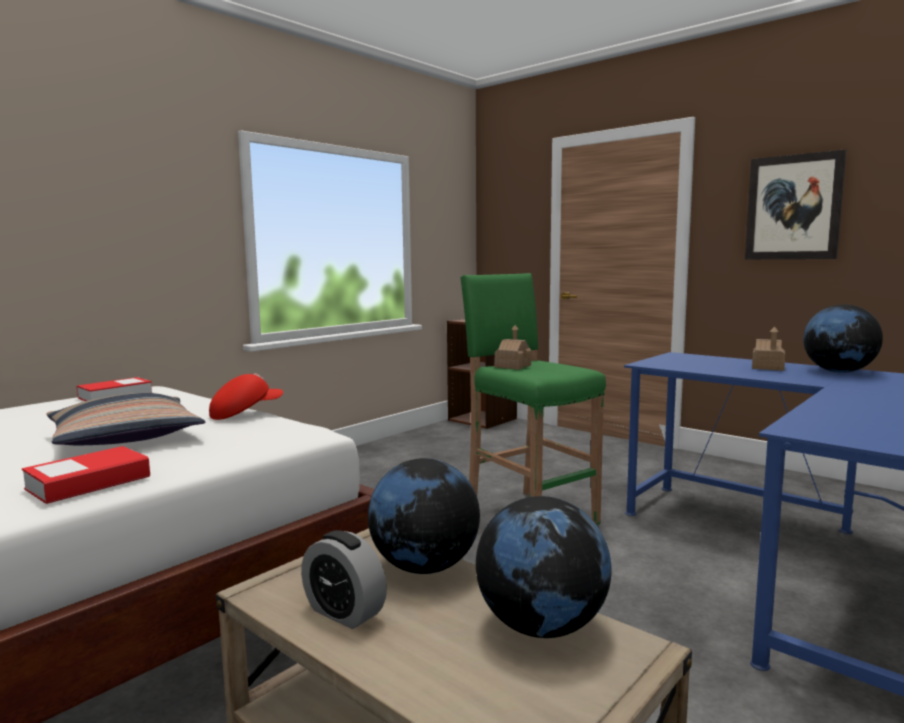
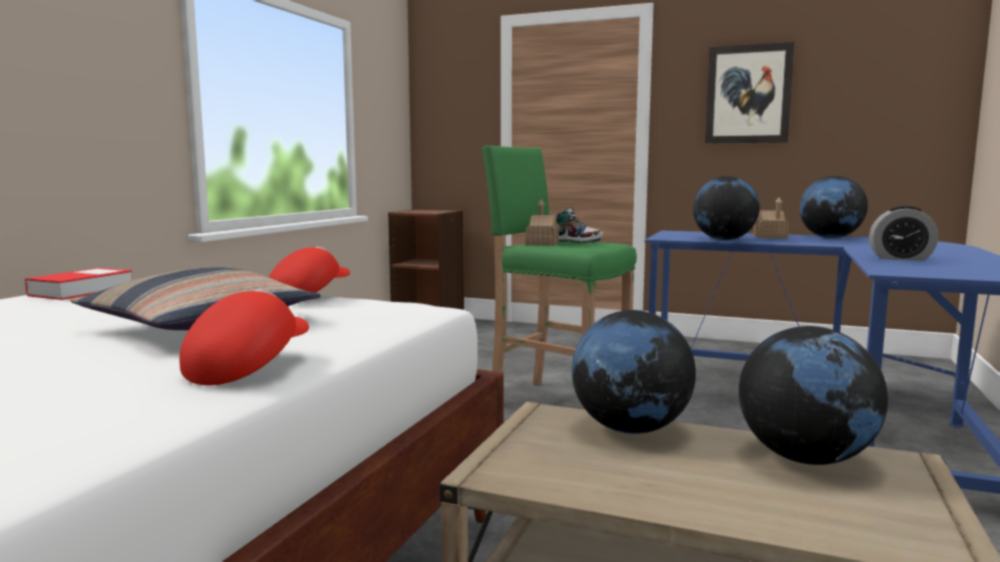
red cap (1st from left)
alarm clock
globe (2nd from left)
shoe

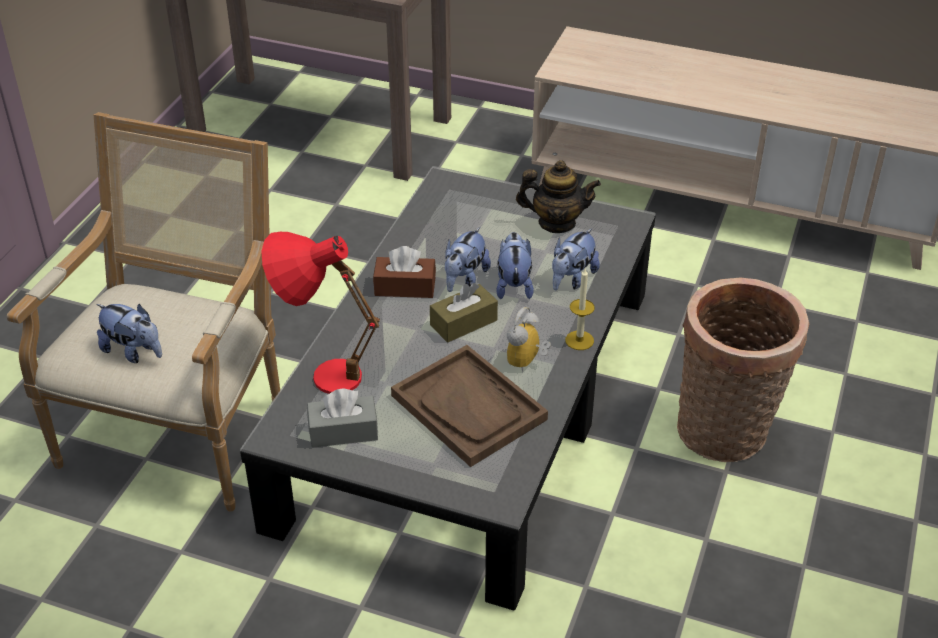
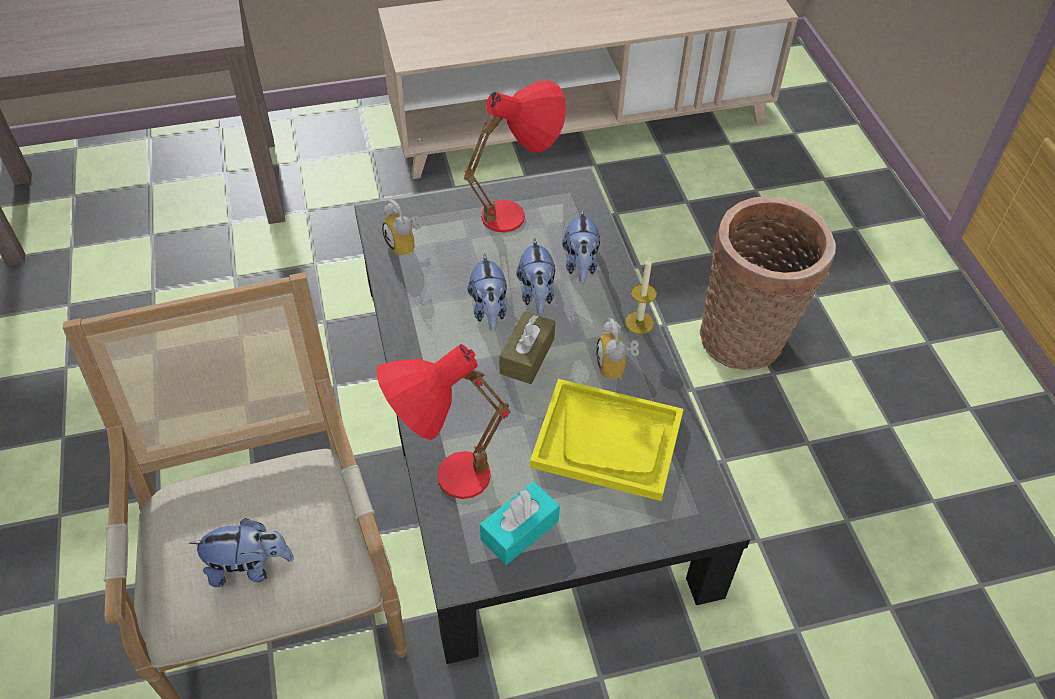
red table lamp (2nd from left)
plush toy (3rd from left)
brown tissue box (1st from left in the first image)
yellow tray
turquoise tissue box
alarm clock (1st from left)

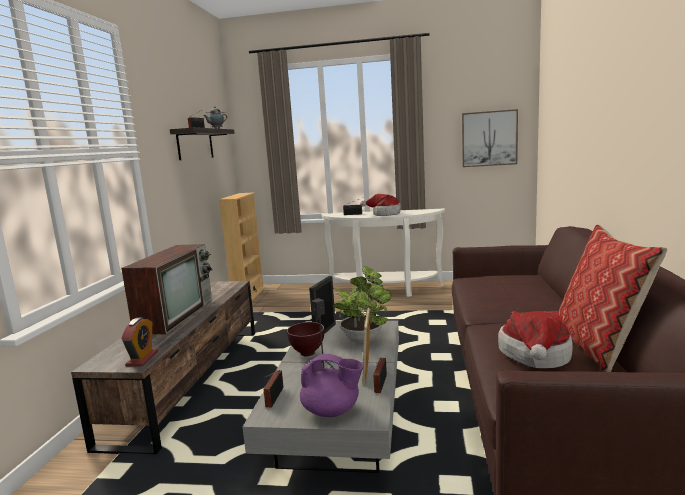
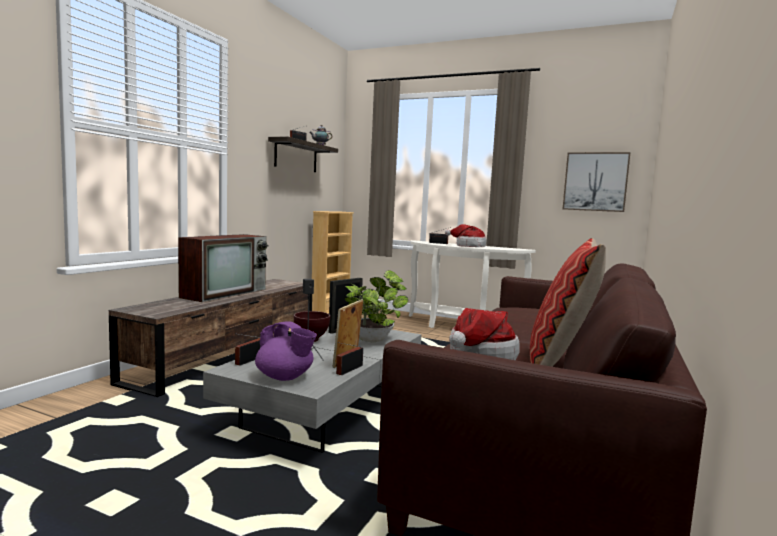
alarm clock

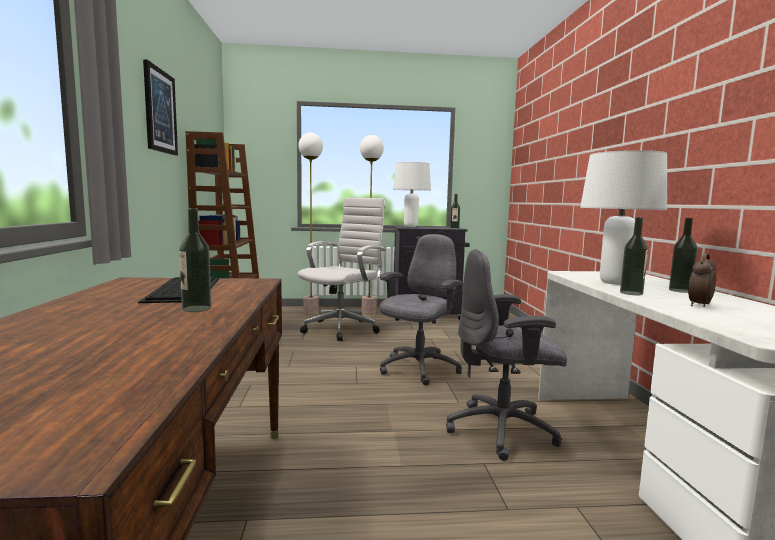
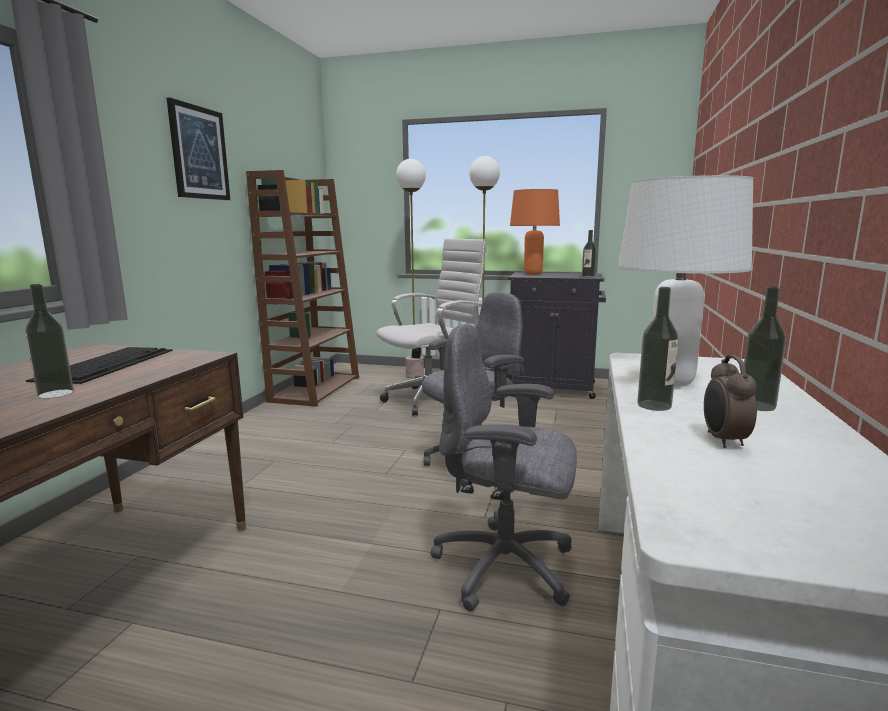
orange table lamp
alarm clock

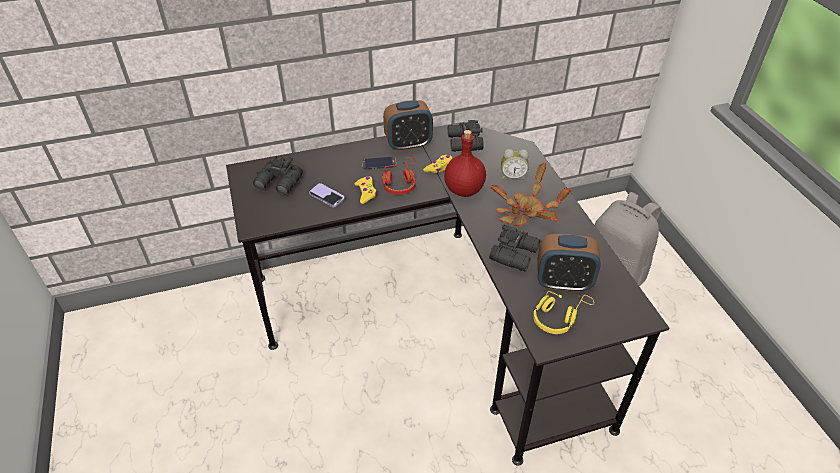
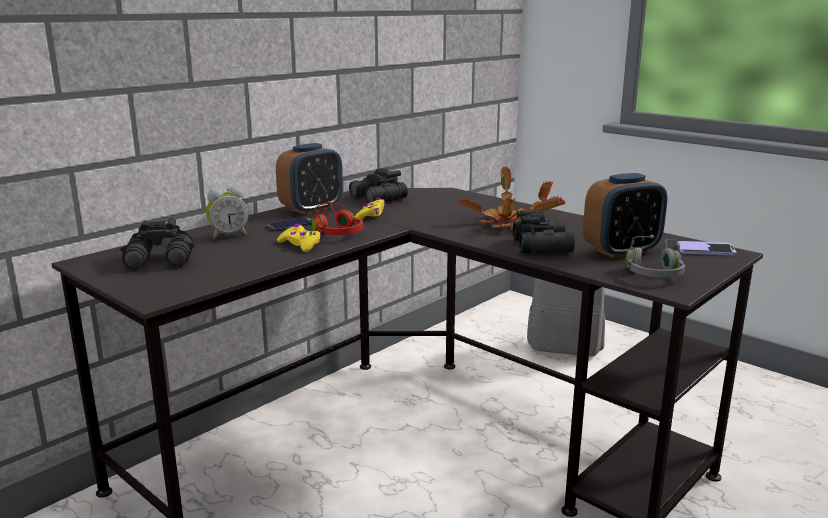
red bottle
alarm clock (1st from left)
phone (2nd from left)
grey headphones

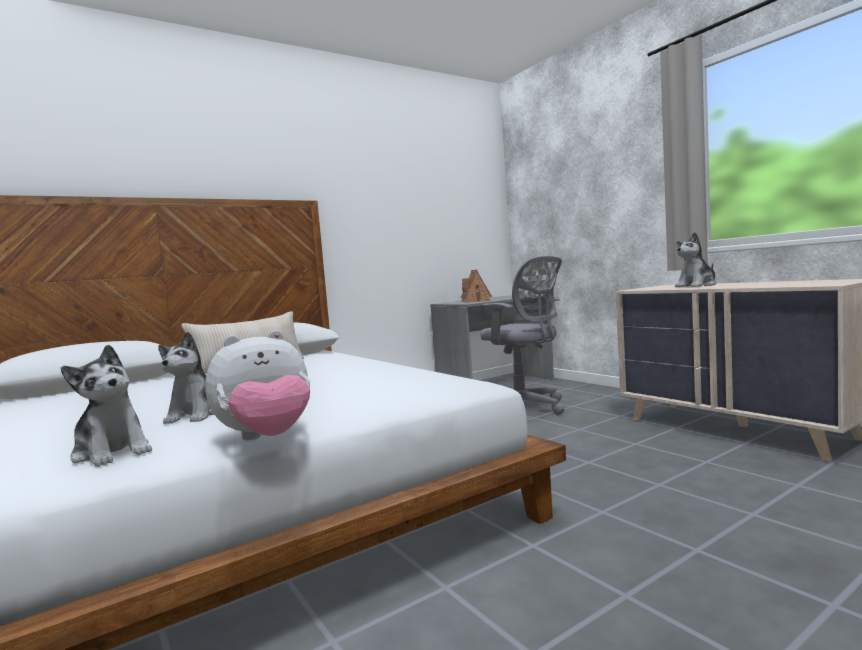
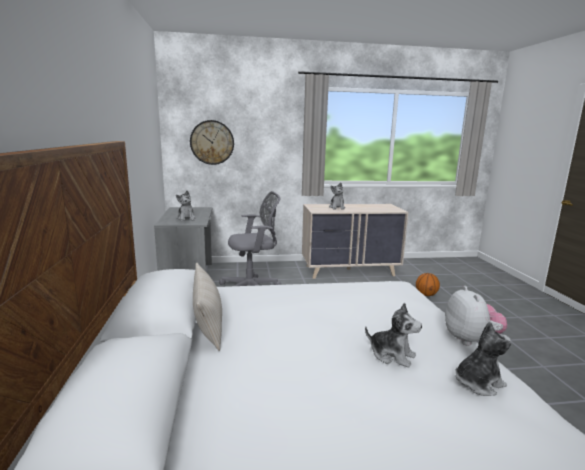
plush toy (1st from left)
wall clock
basketball

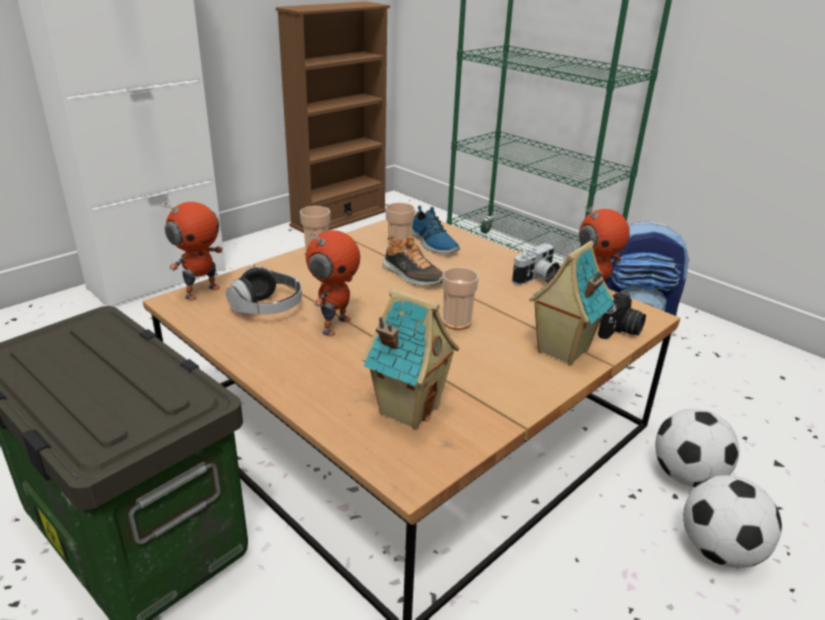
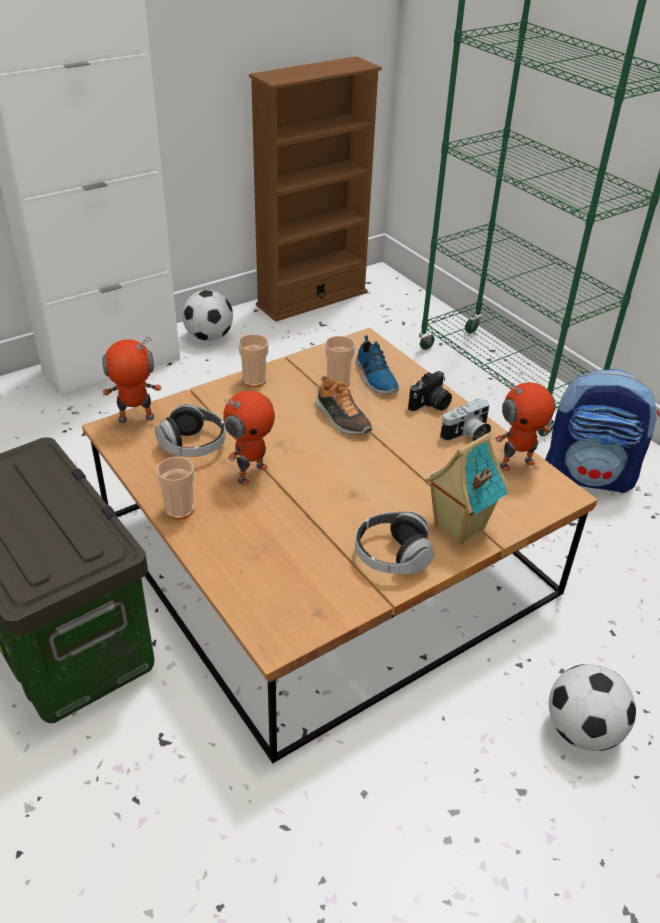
toy robot (1st from left)
cup (1st from left)
toy house (1st from left in the first image)
photo camera (1st from left)
football (1st from left)
headphones (2nd from left)

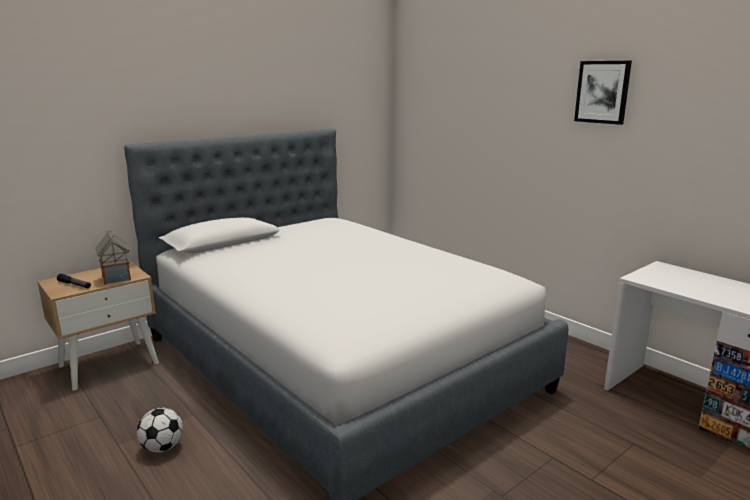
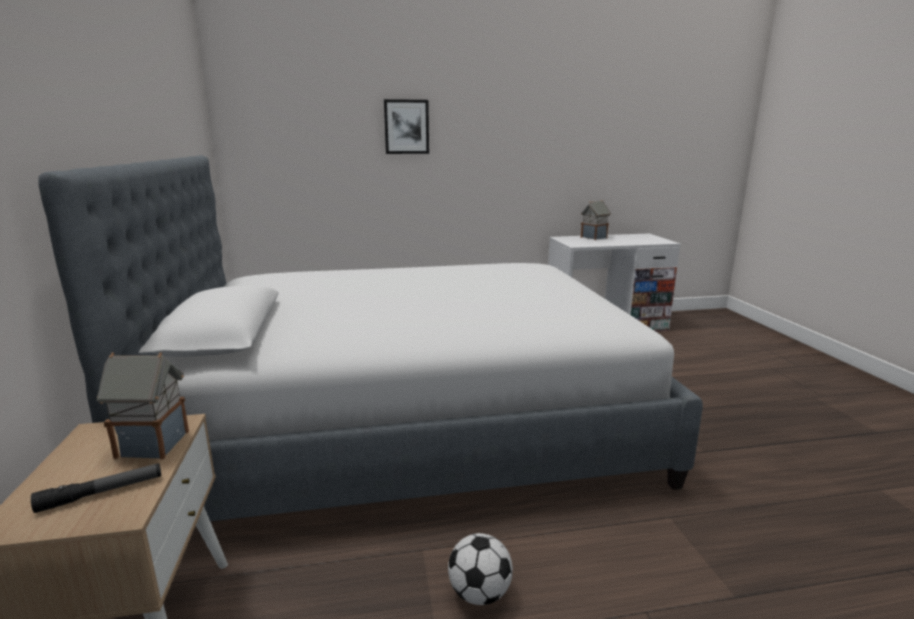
picture
toy house (2nd from left)

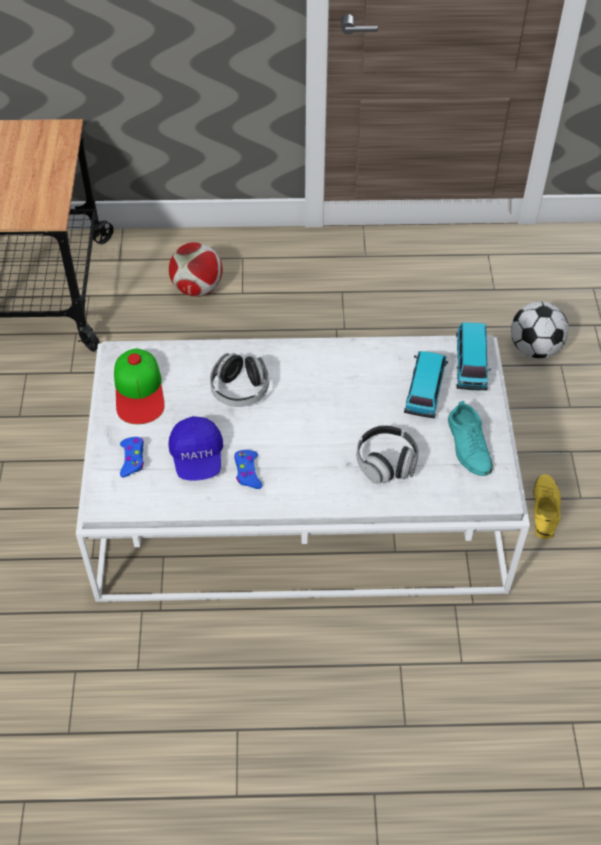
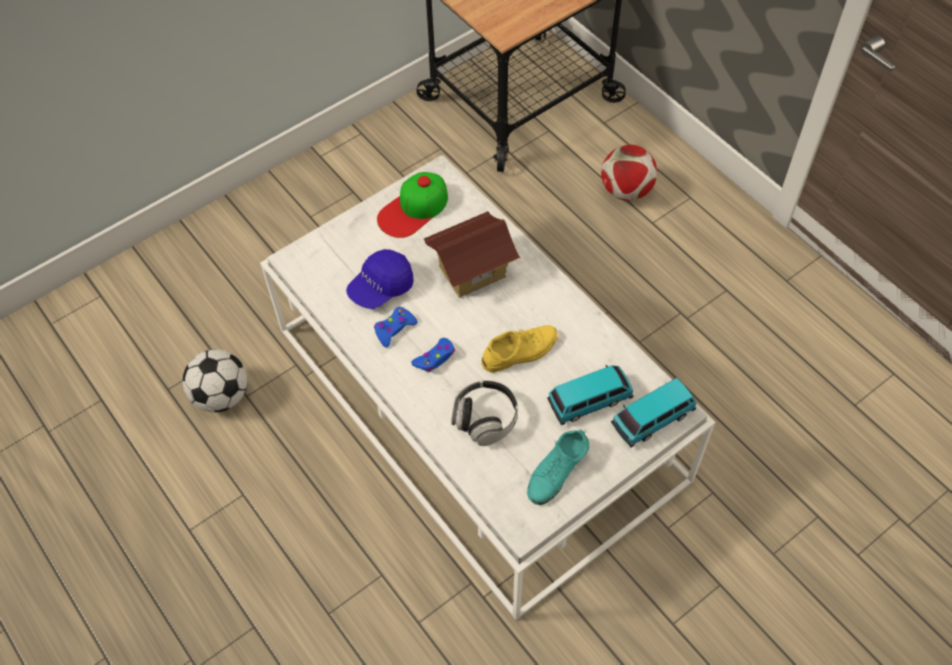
football (1st from left)
toy house
blue game controller (2nd from left)
yellow shoe

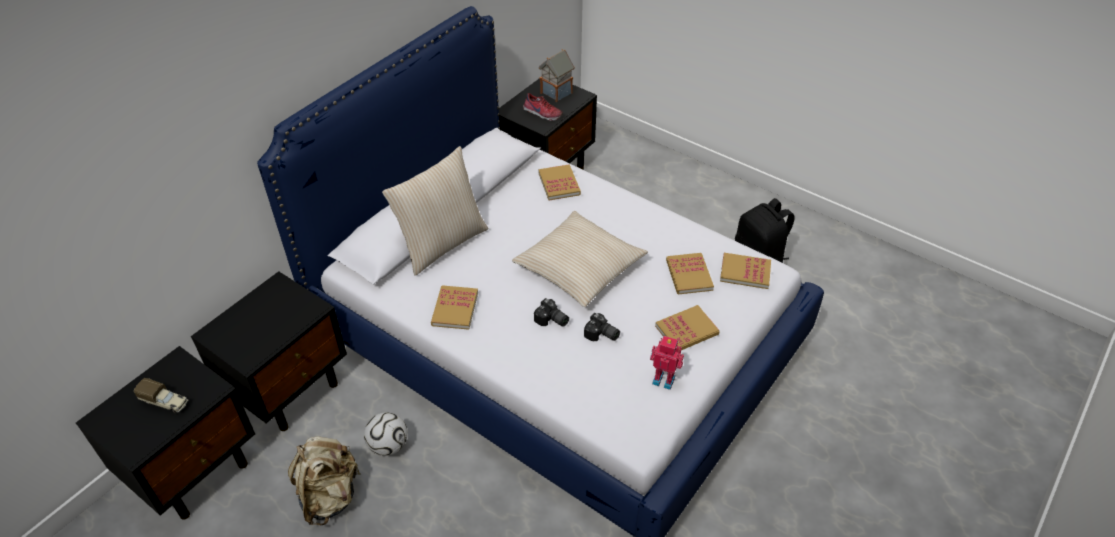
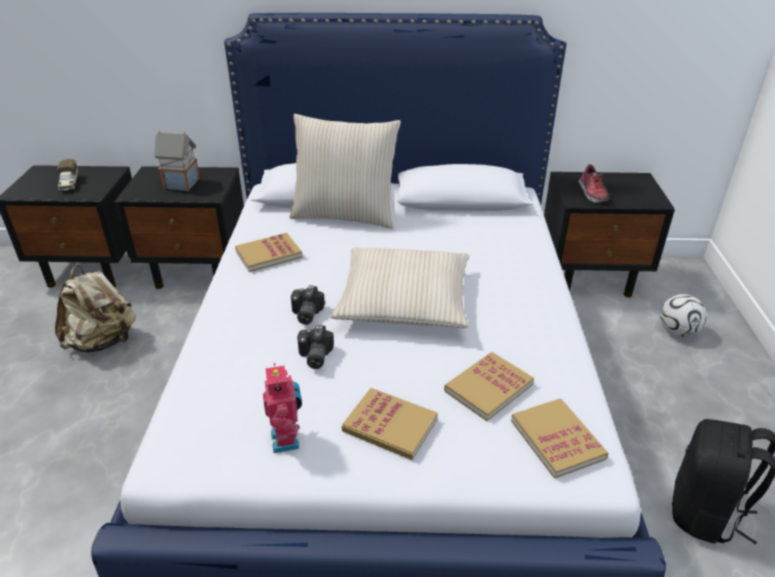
toy house
book (2nd from left in the first image)
football

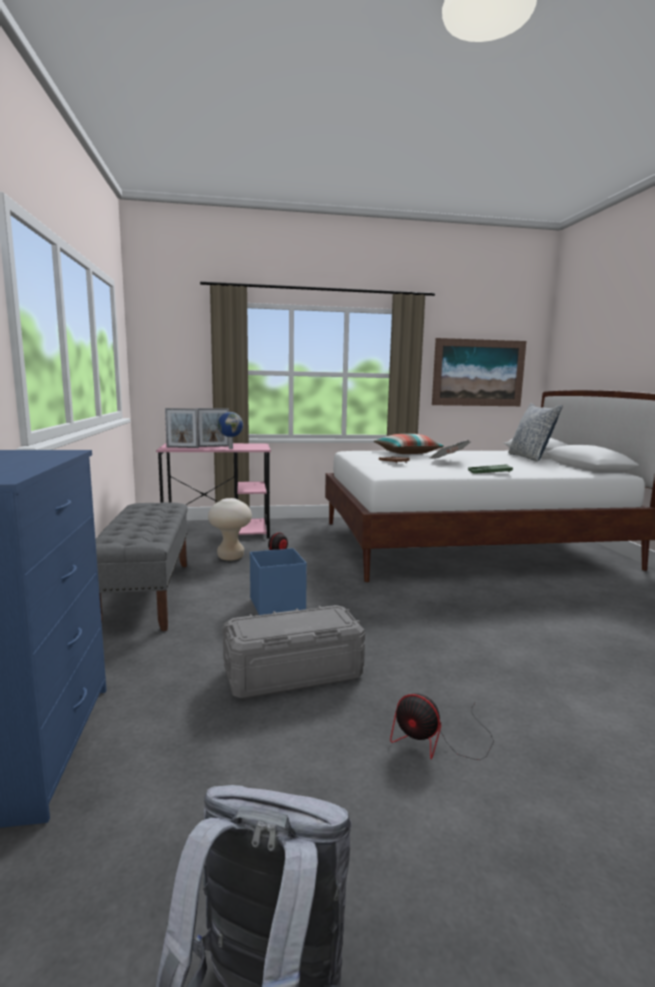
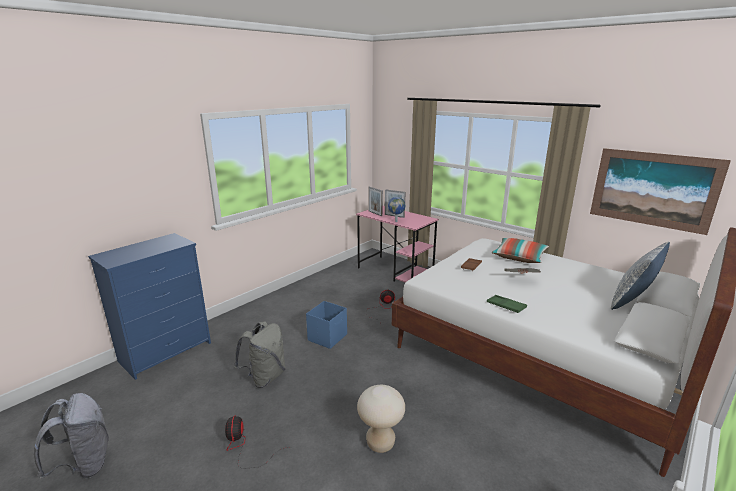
beige stool
grey bench
grey backpack (2nd from left)

